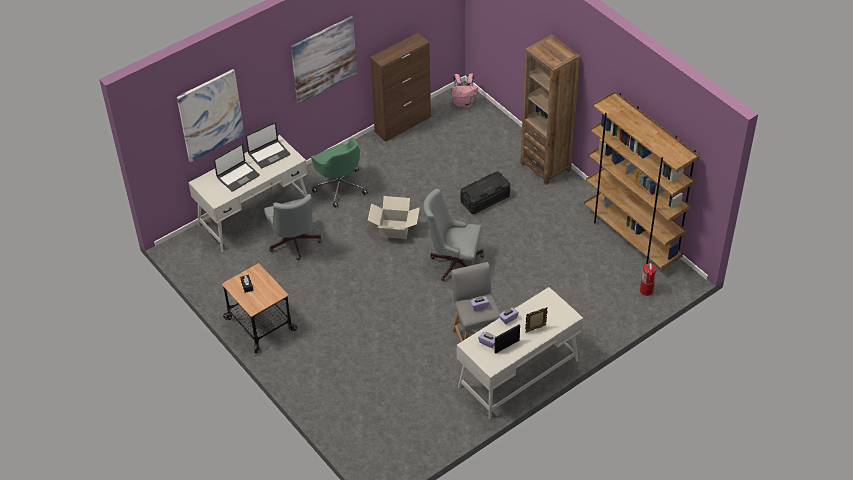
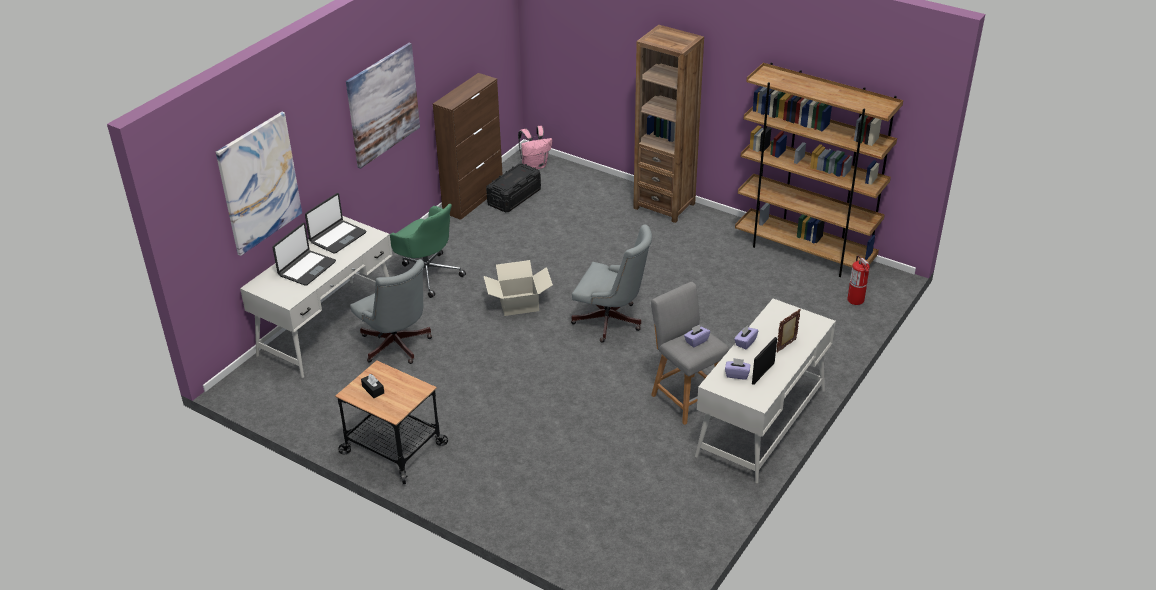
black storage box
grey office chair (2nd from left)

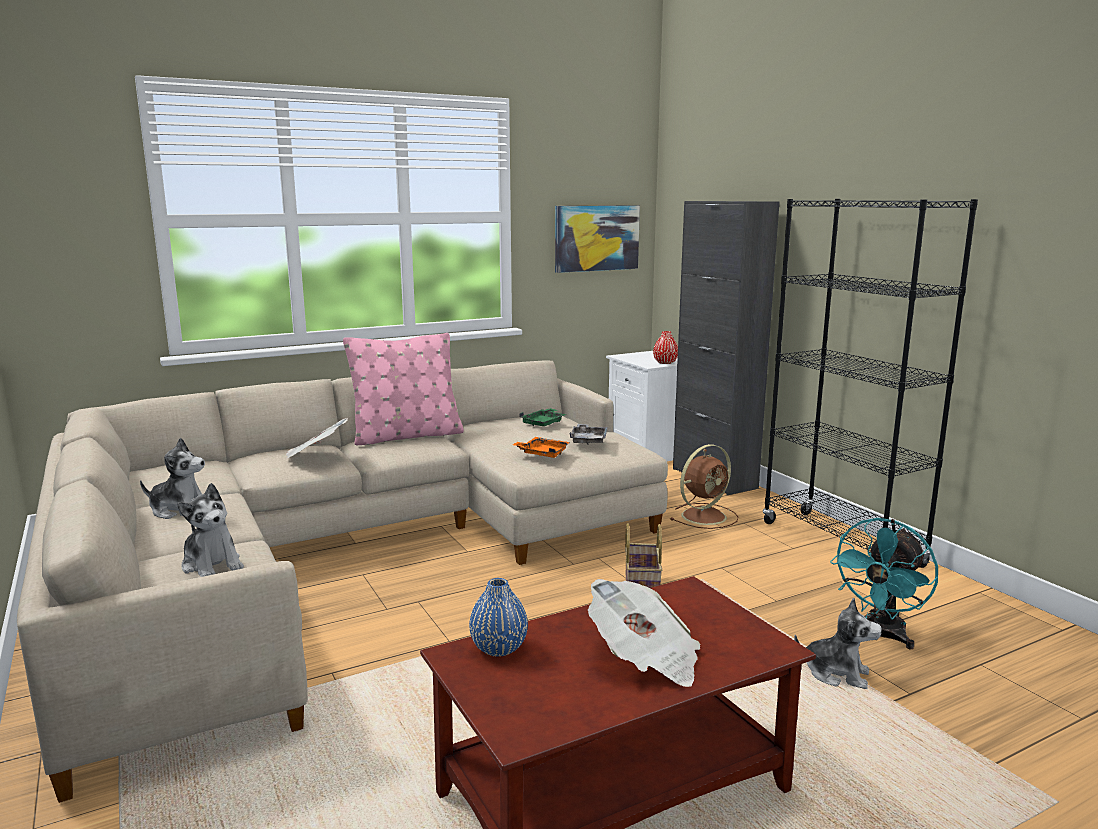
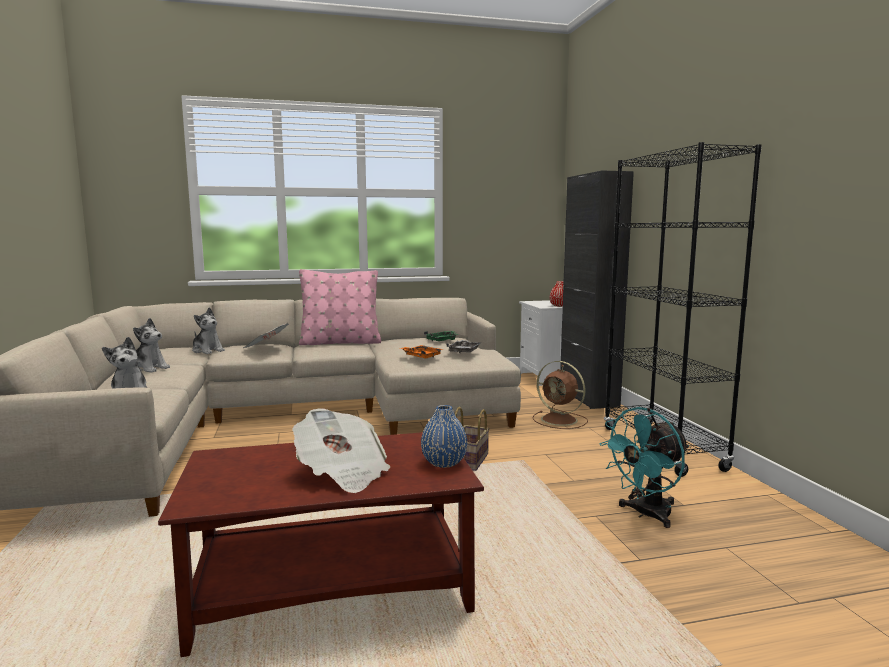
picture
brown fan
blue vase
plush toy (3rd from left)

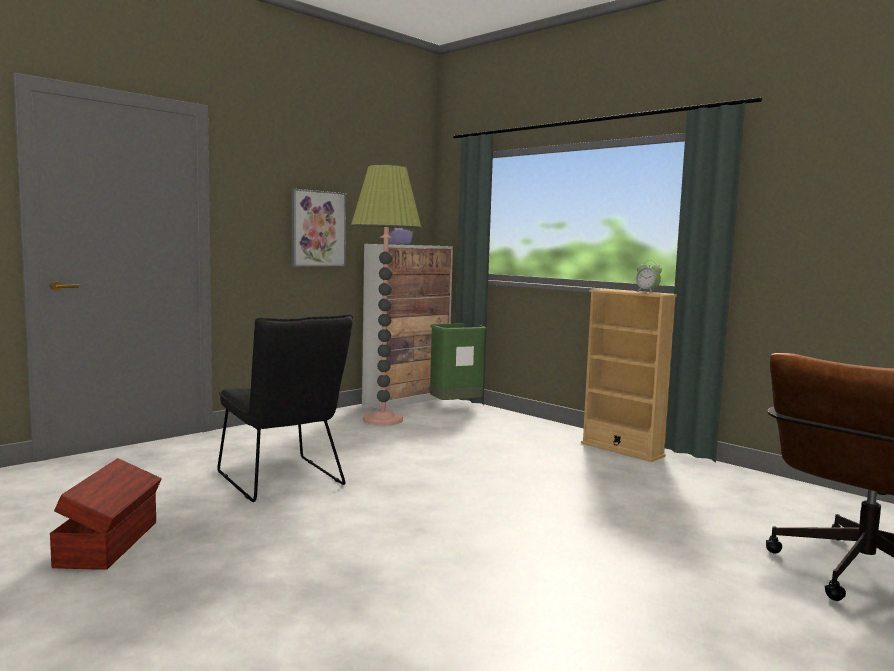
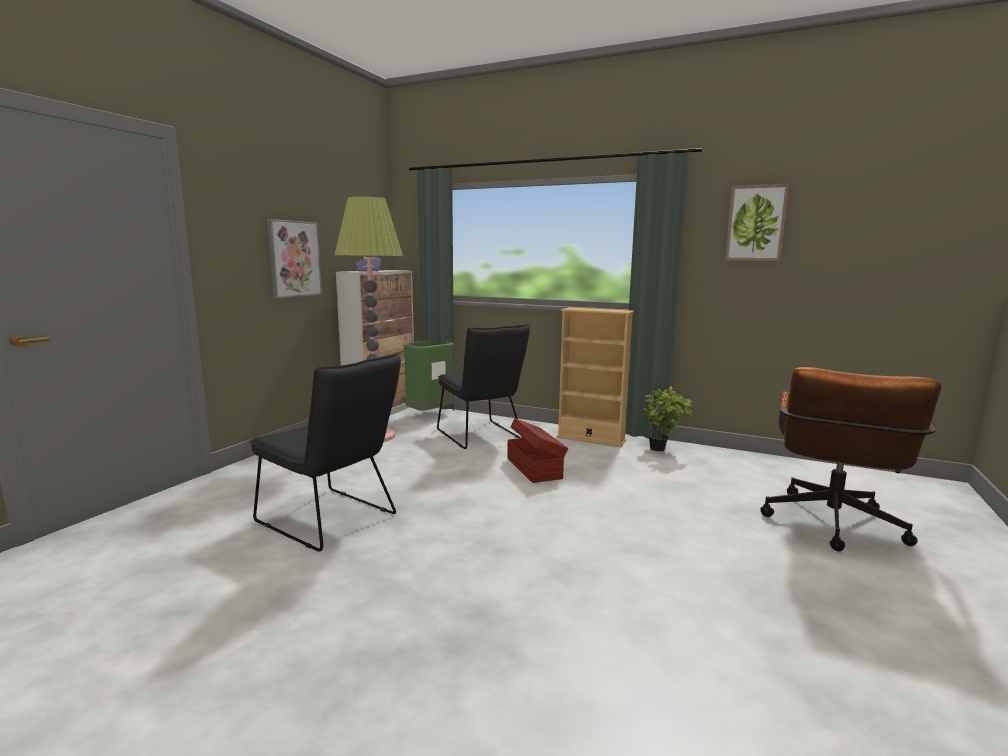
alarm clock
brown storage box
picture (2nd from left)
black chair (2nd from left)
potted plant

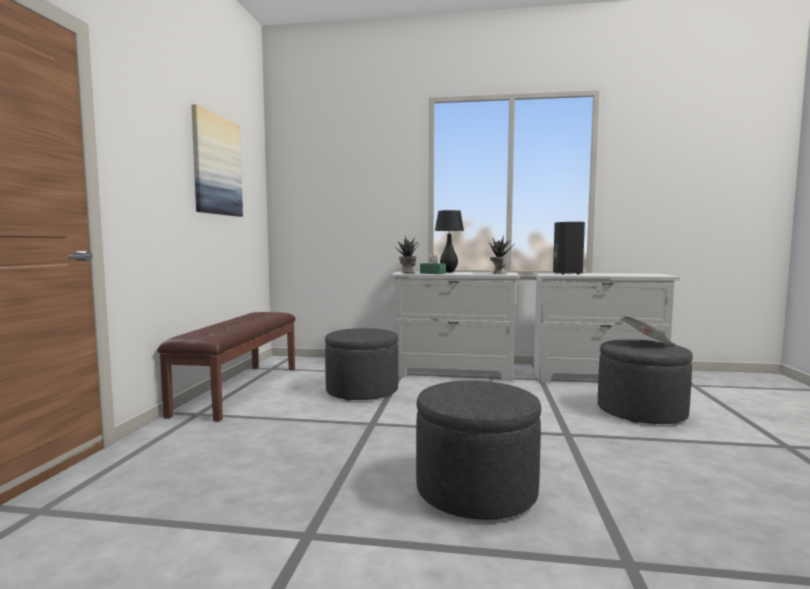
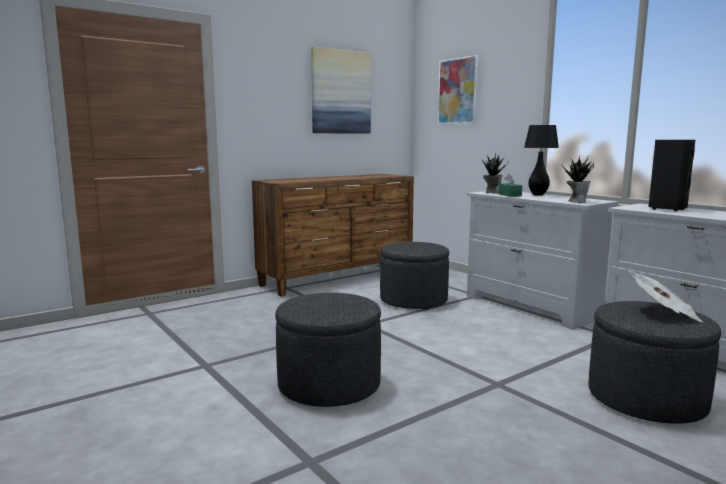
brown dresser
picture (2nd from left)

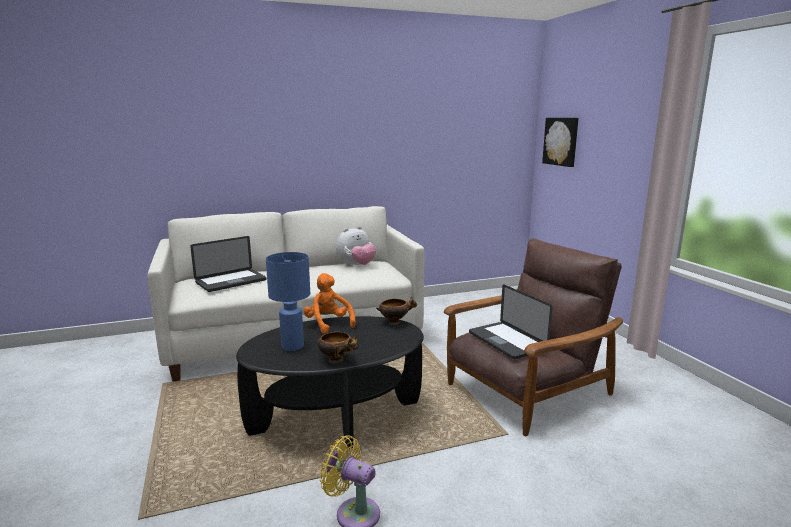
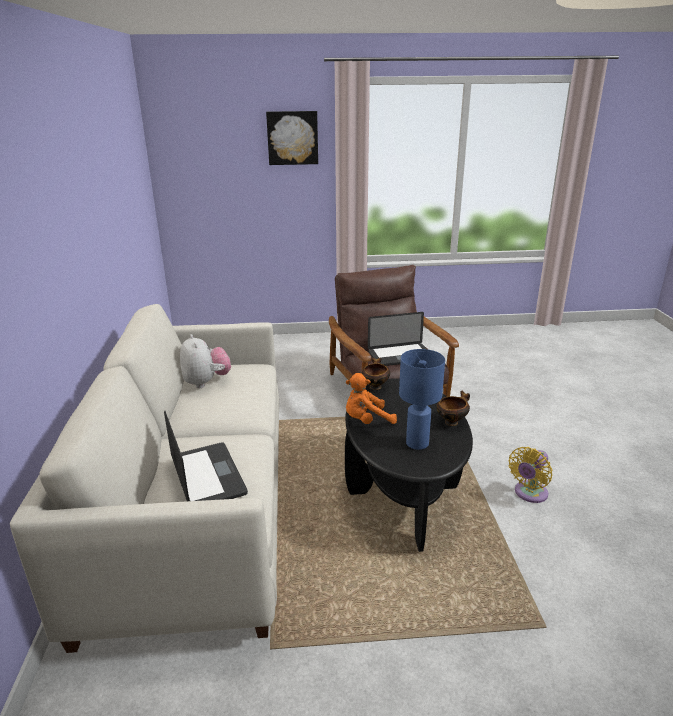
picture

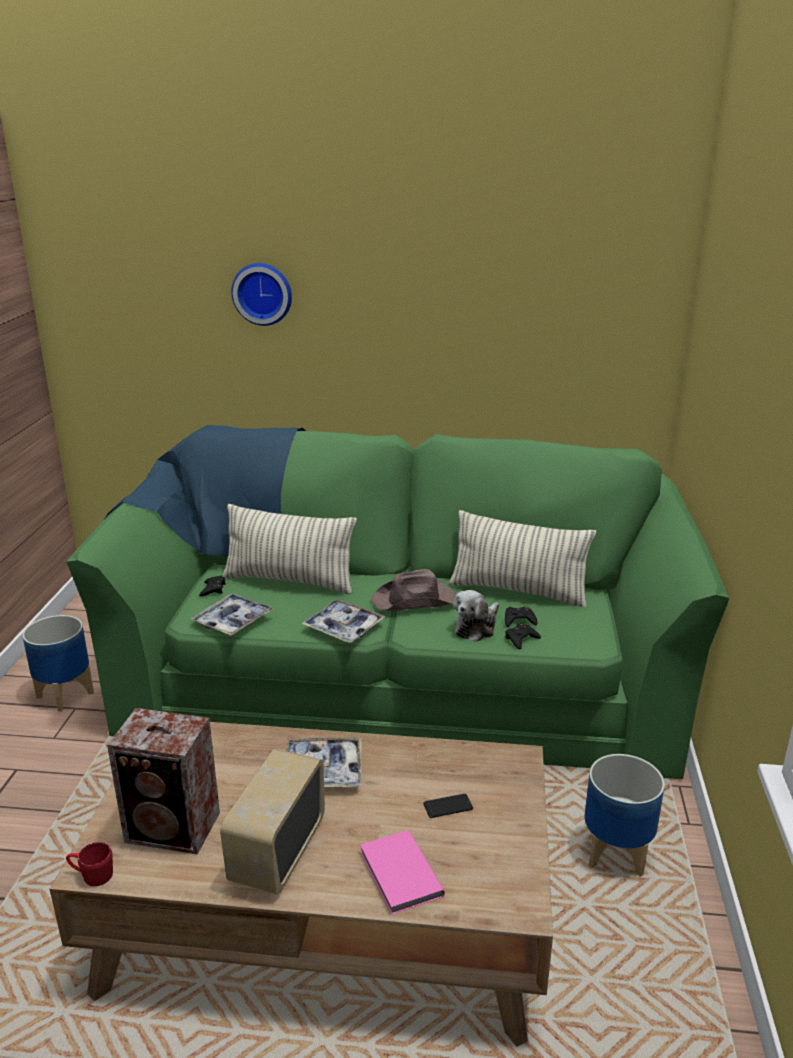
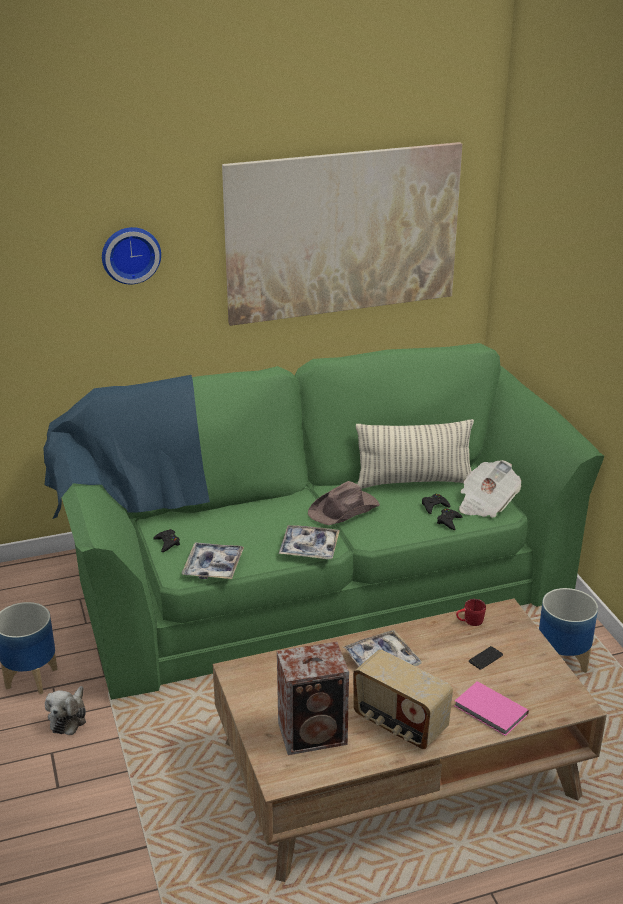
pillow (1st from left in the first image)
plush toy
radio
red mug
picture
newspaper

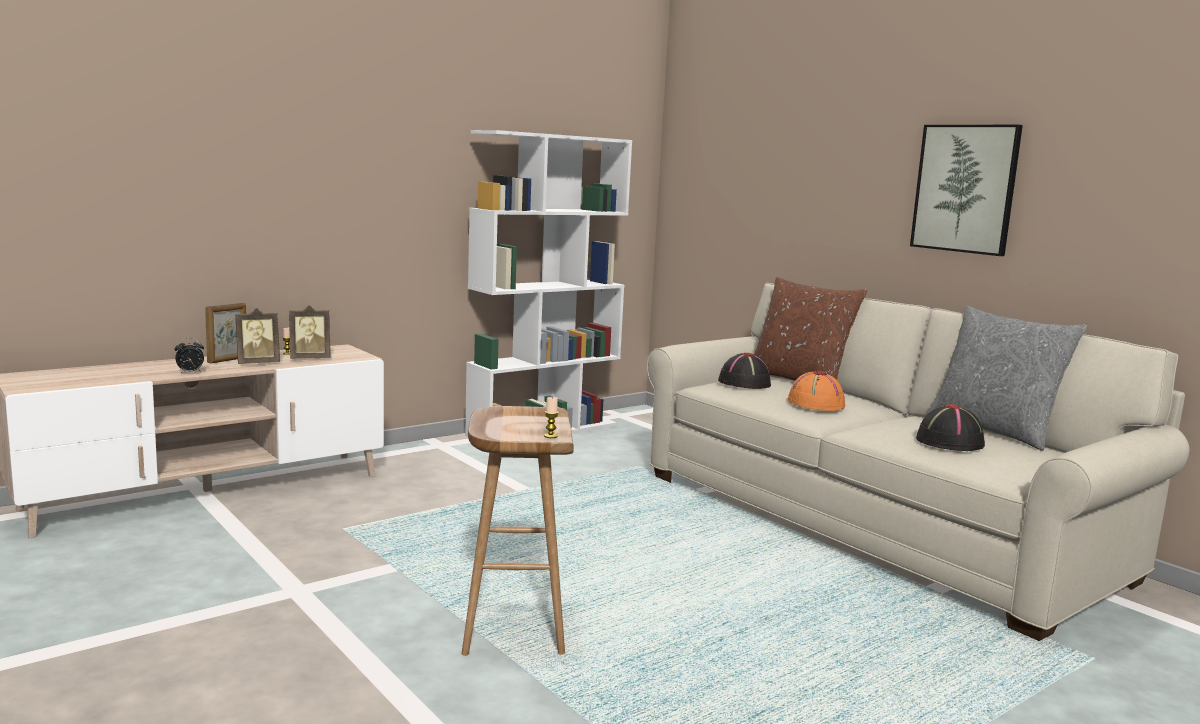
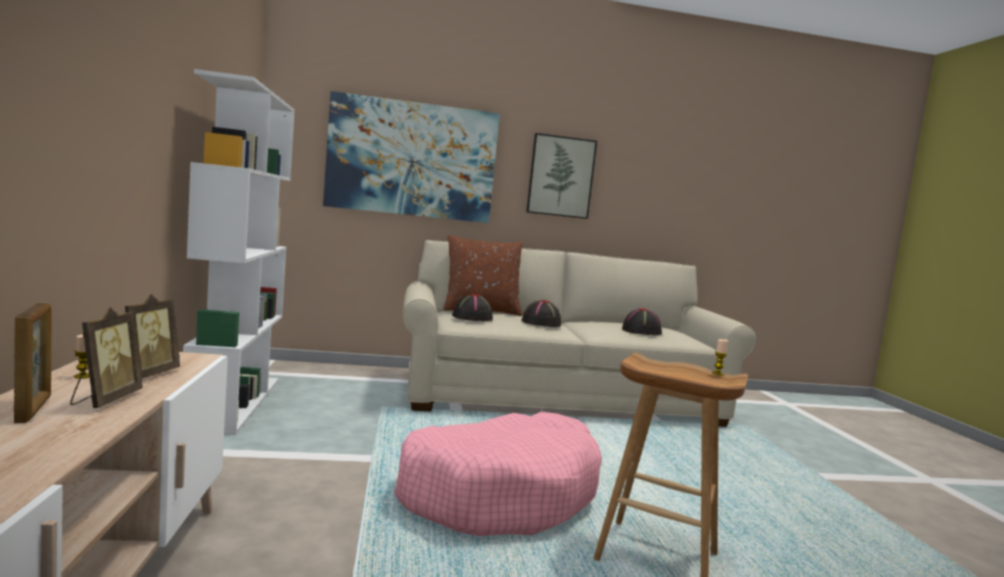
grey pillow
alarm clock
black hat (2nd from left)
picture (1st from left)
pink dog bed

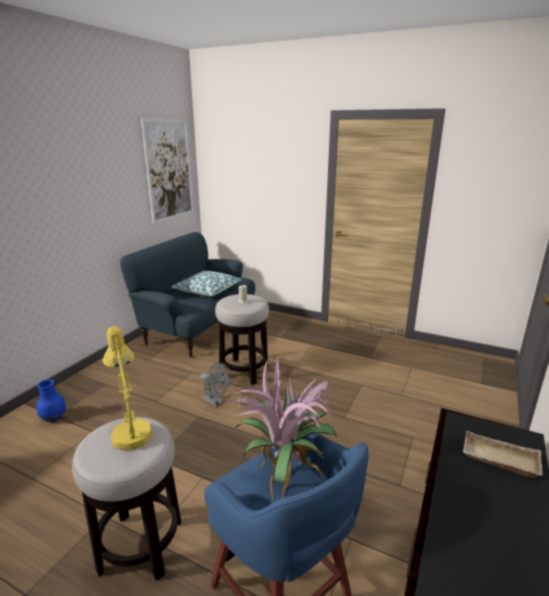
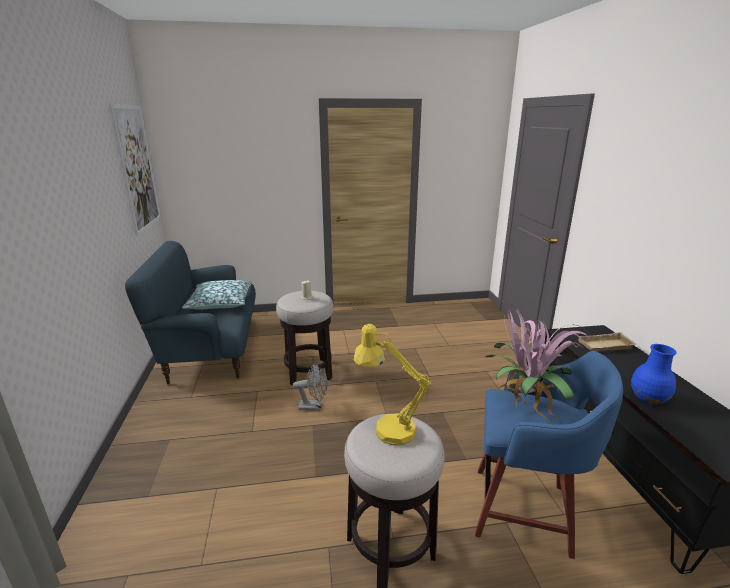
blue vase

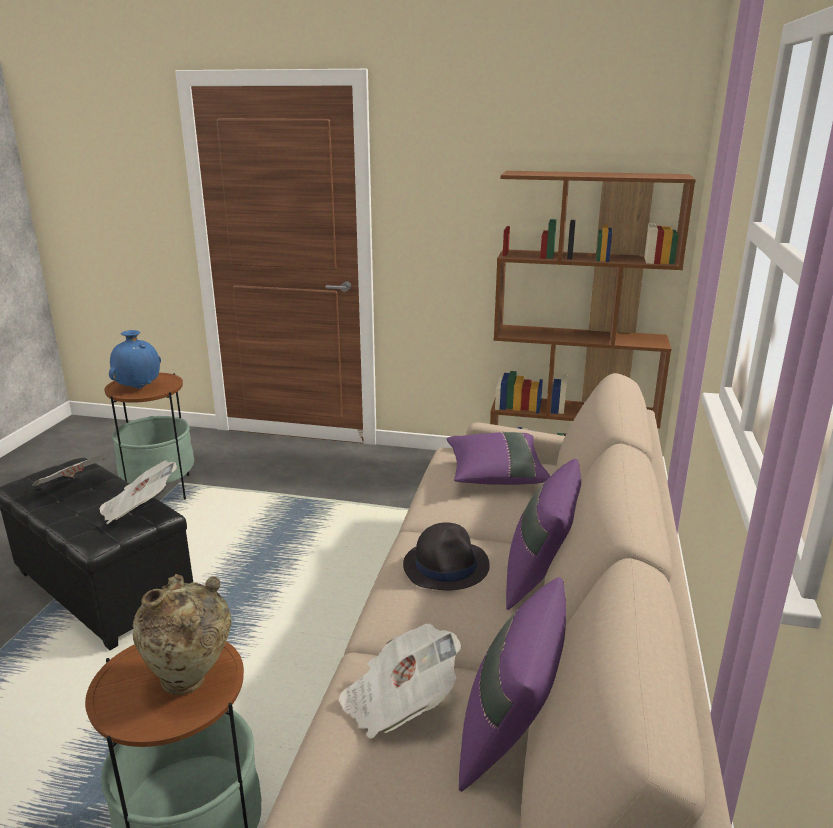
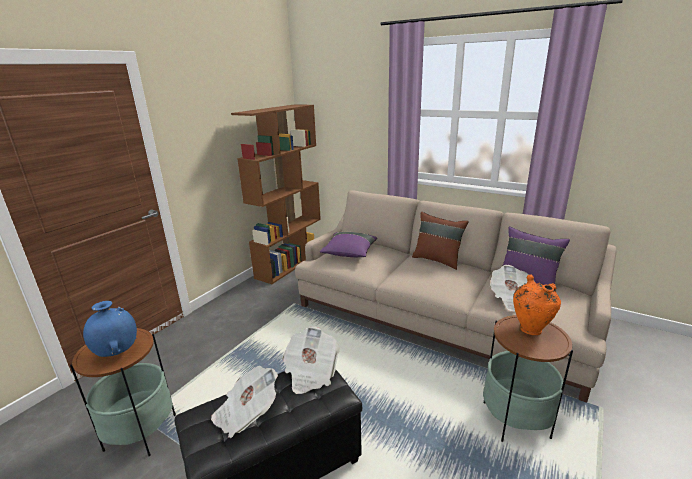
brown pillow
black hat
orange vase

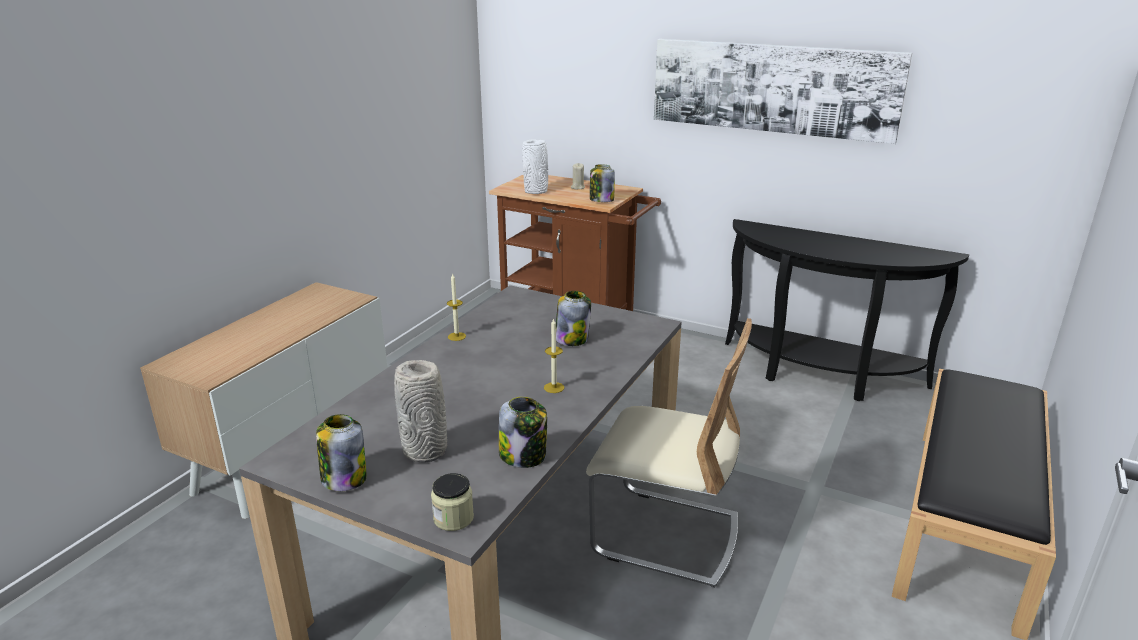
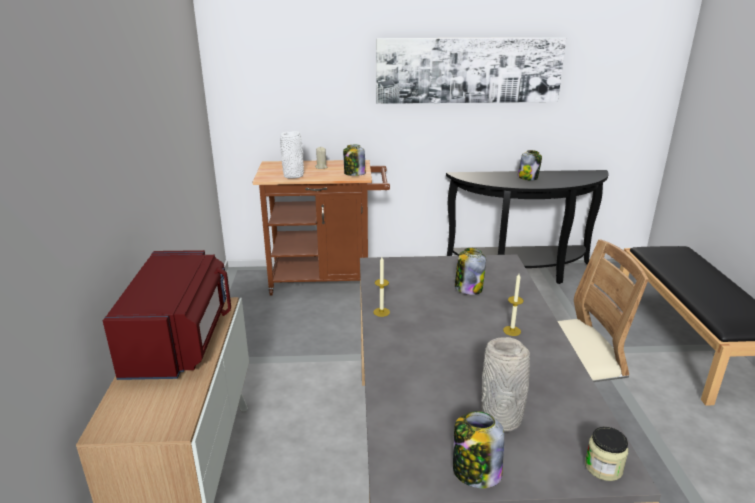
jar (4th from left)
red microwave

